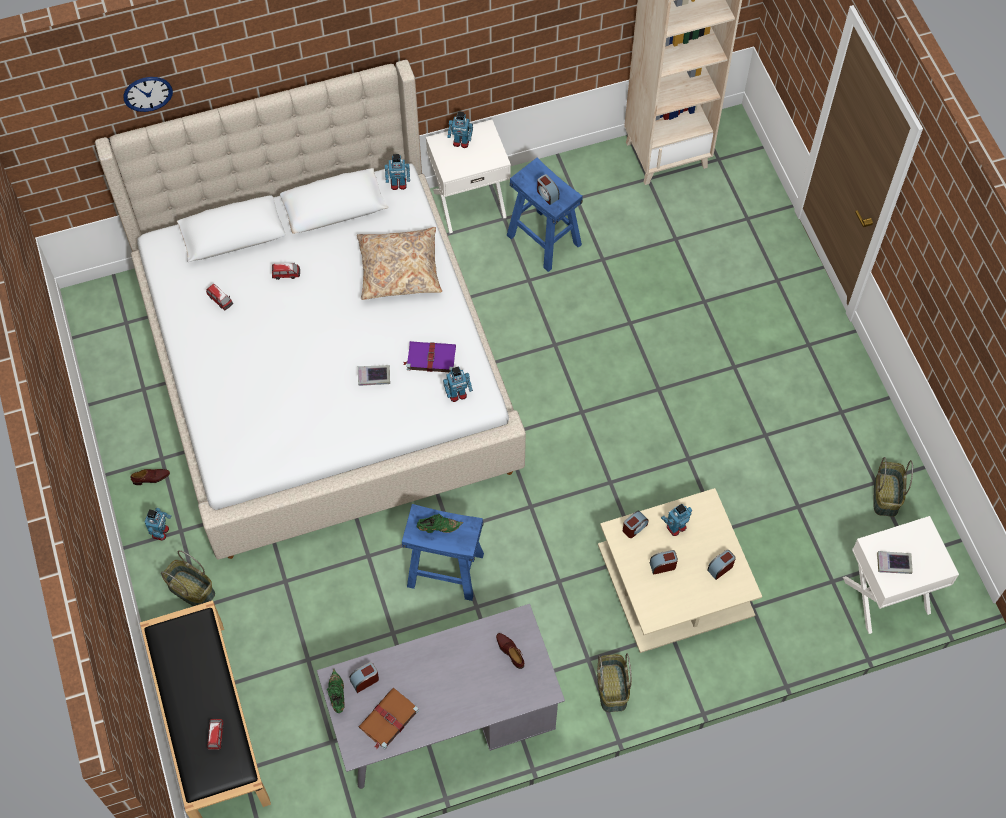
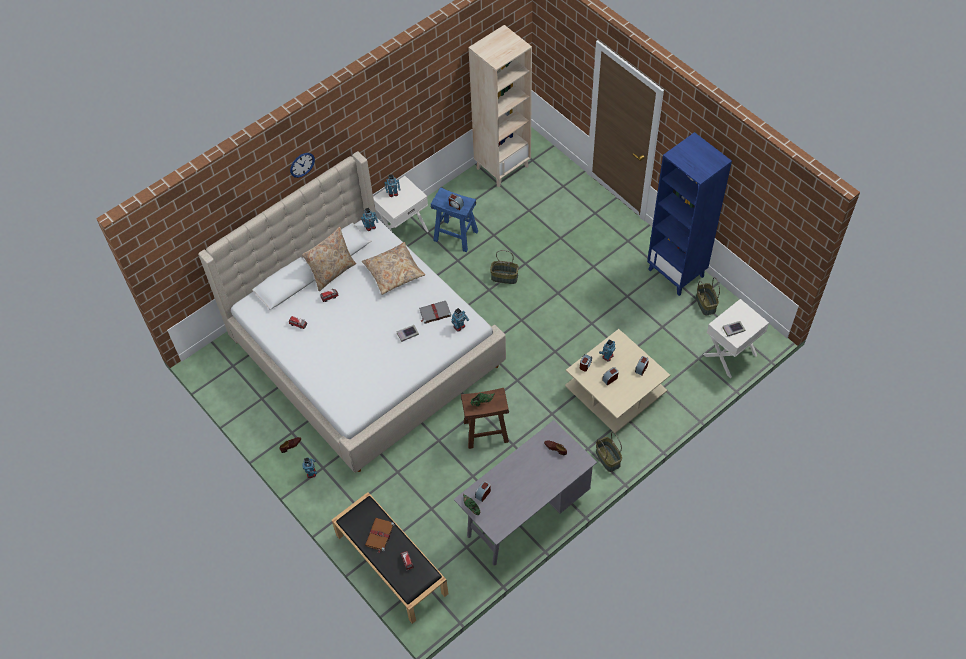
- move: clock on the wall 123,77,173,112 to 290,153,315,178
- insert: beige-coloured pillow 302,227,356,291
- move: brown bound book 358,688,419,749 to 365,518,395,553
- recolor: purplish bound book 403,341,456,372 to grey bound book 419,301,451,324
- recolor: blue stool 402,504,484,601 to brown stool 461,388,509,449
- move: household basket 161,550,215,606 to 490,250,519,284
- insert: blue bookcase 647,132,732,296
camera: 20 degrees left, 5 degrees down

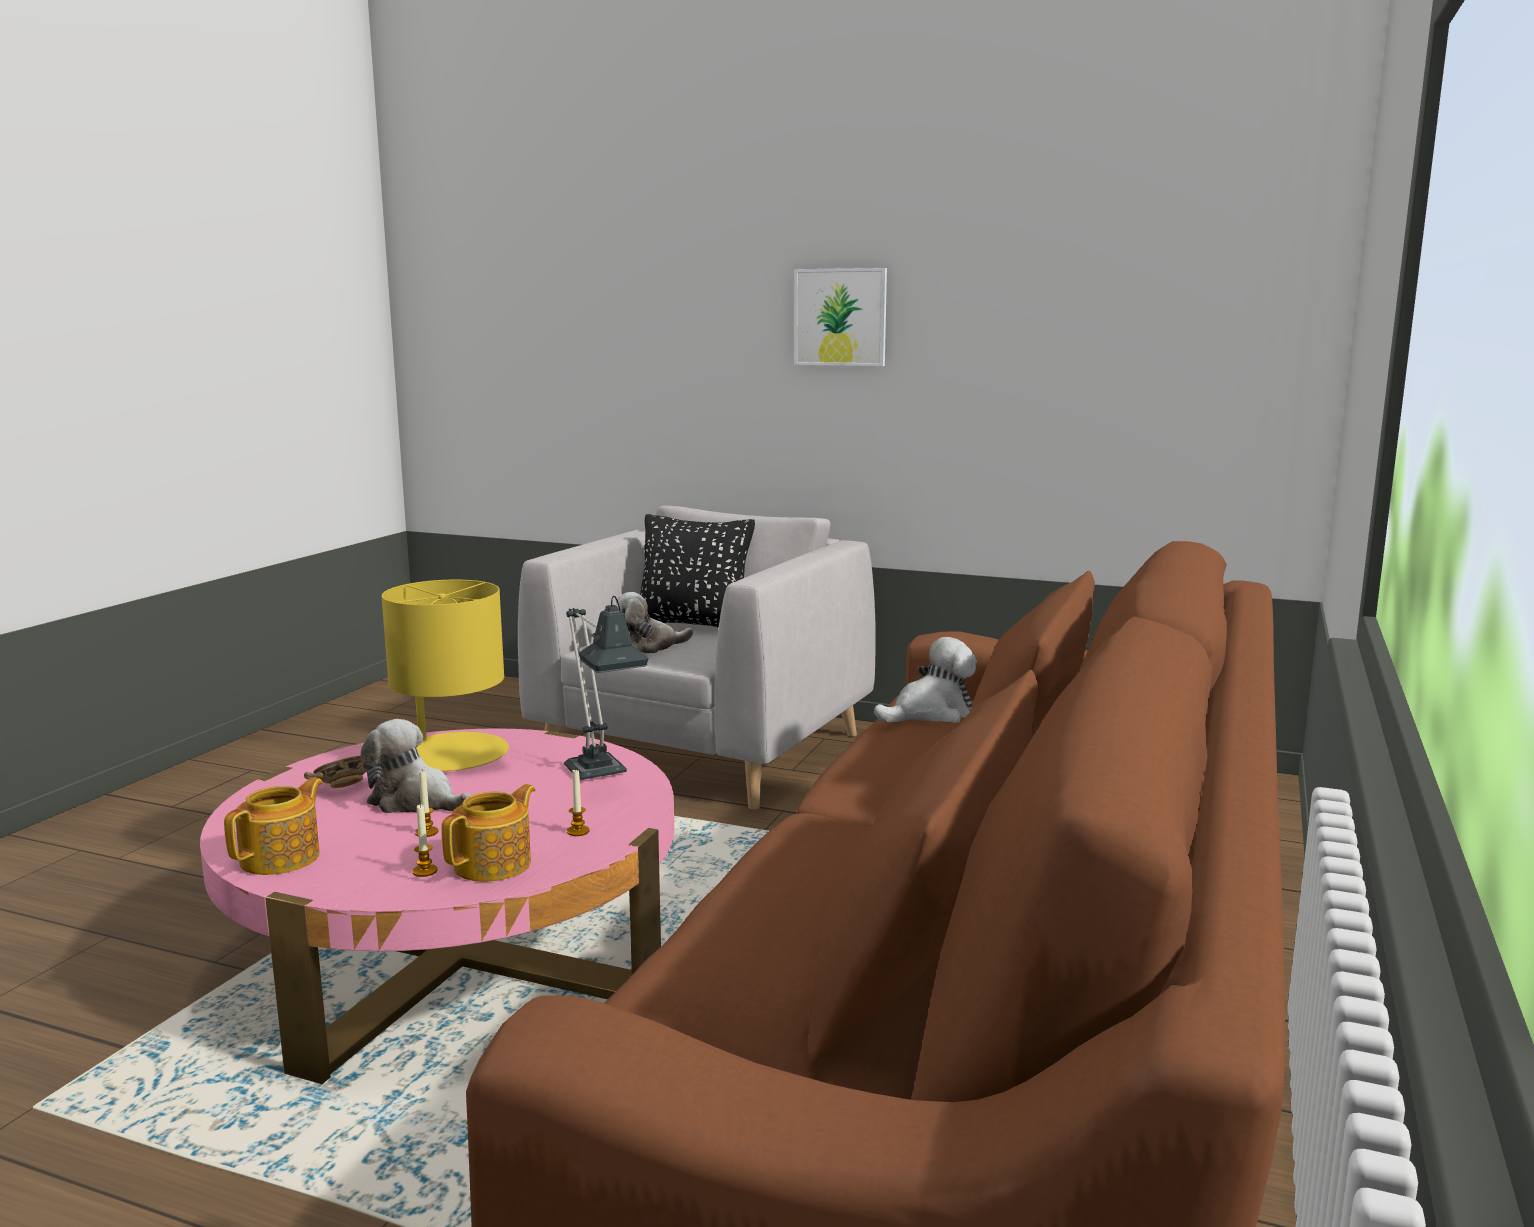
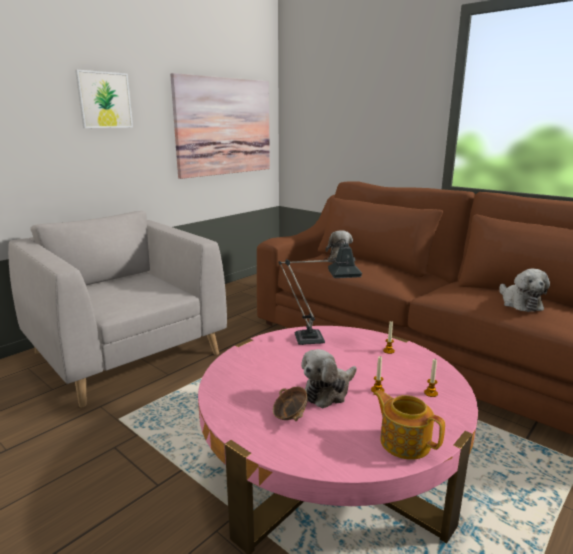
- insert: picture 170,73,270,179
- move: plush toy 616,592,693,653 to 499,269,550,312
- delete: yellowish lamp for a table 382,580,509,771
- delete: teapot 441,784,536,882
- delete: black-coloured pillow 640,514,755,627
camera: 70 degrees left, 5 degrees up

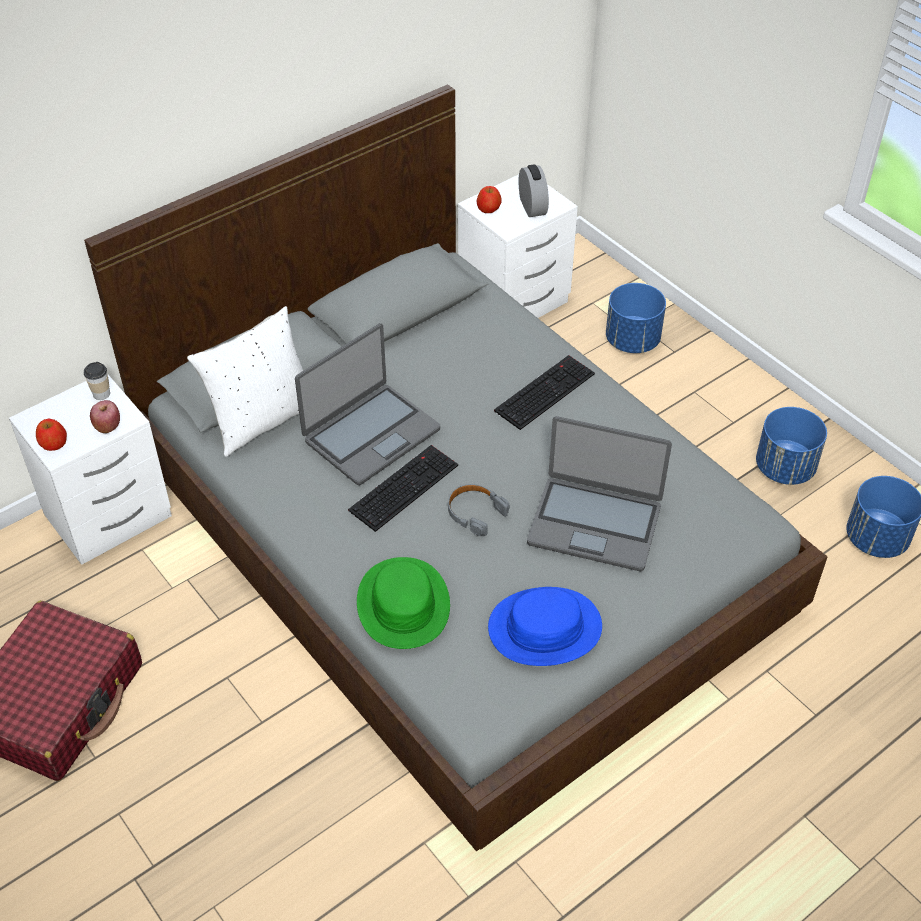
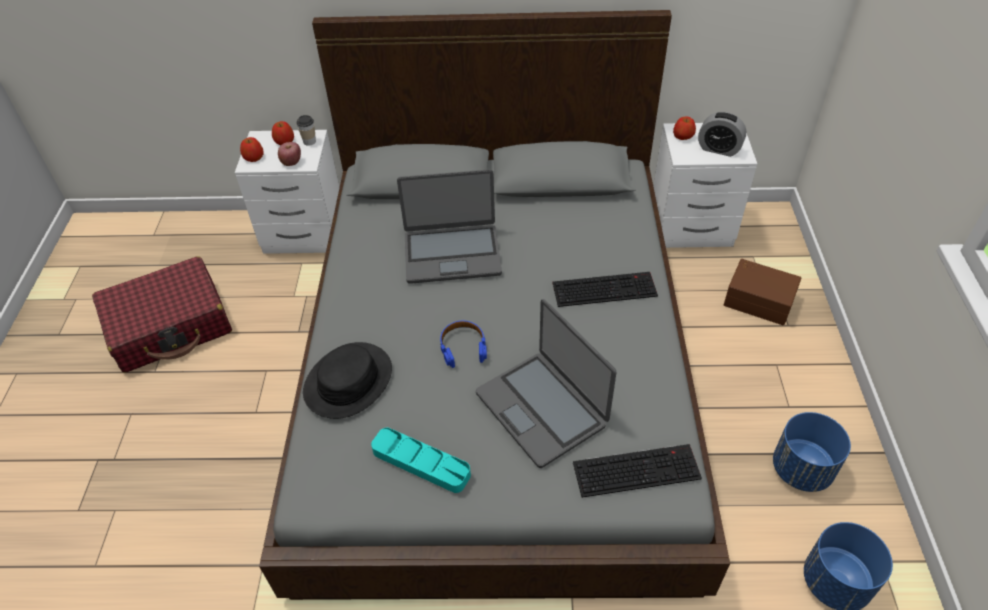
- insert: apple 272,121,294,145
- recolor: greenish clothing hat 357,557,450,649 to black-coloured clothing hat 303,342,392,419
- replace: blue clothing hat 488,587,602,666 to blue-green carrying tray 371,427,471,493
- recolor: grey pair of headphones 448,484,510,536 to blue pair of headphones 440,321,487,368
- move: computer keyboard 348,445,458,532 to 573,444,702,498
- rotate: bedside clock 519,165,549,217 = 698,112,747,157 90 degrees clockwise
- replace: blue plant pot 606,283,666,353 to brown storage container 724,259,801,325
- delete: white-coloured pillow 187,306,303,457
camera: 40 degrees right, 0 degrees up

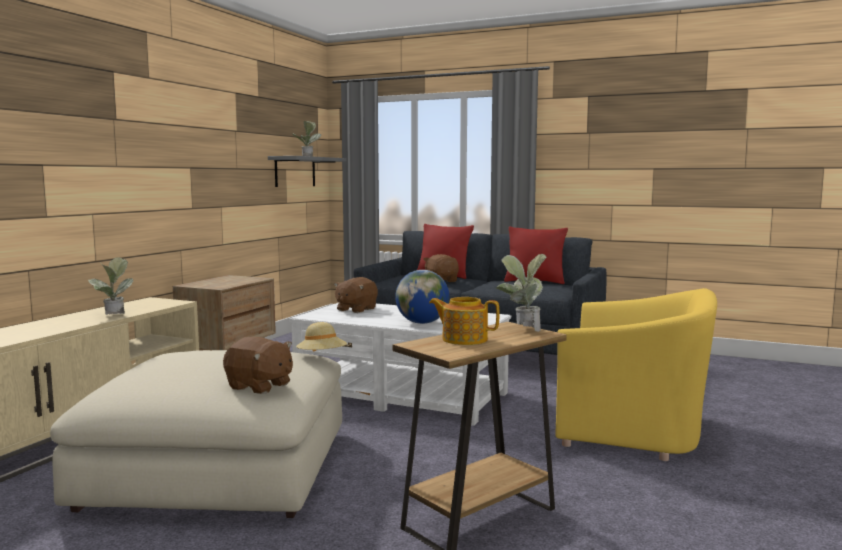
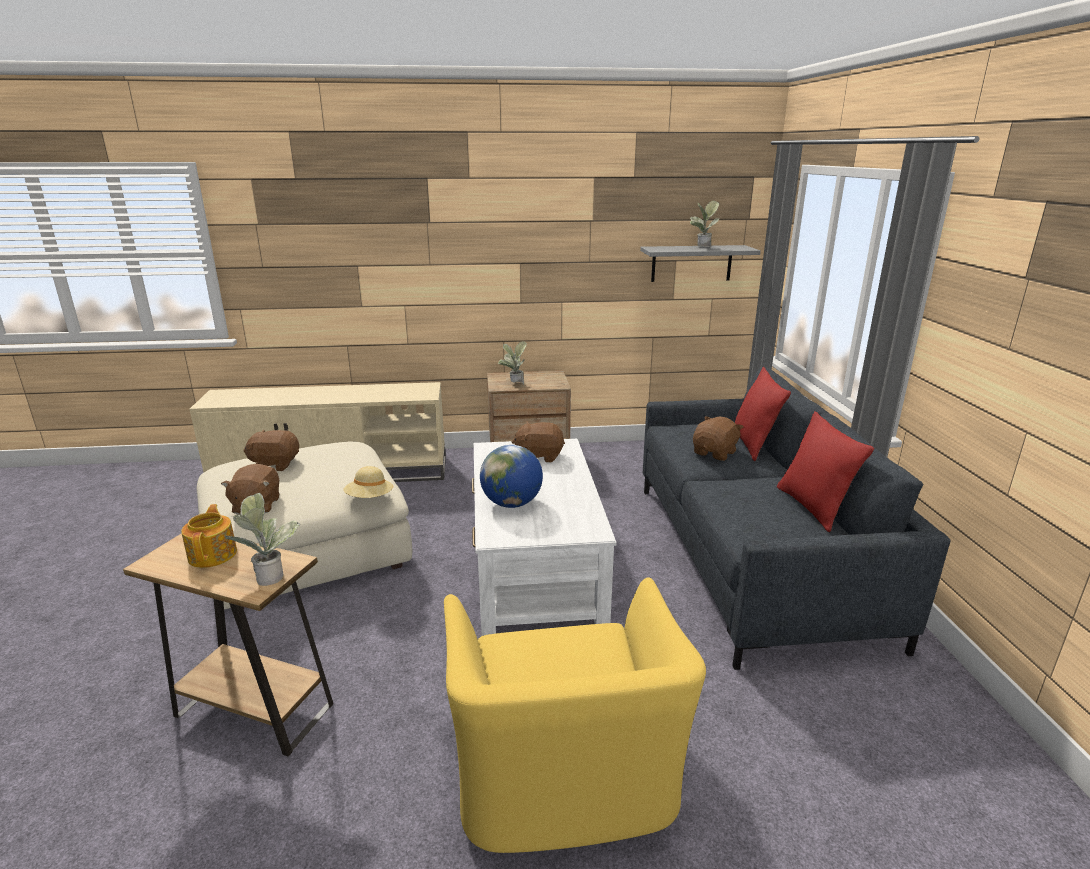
- insert: brown plush toy 243,429,299,471
- move: houseplant 88,257,133,315 to 498,341,527,385
camera: 60 degrees right, 15 degrees up

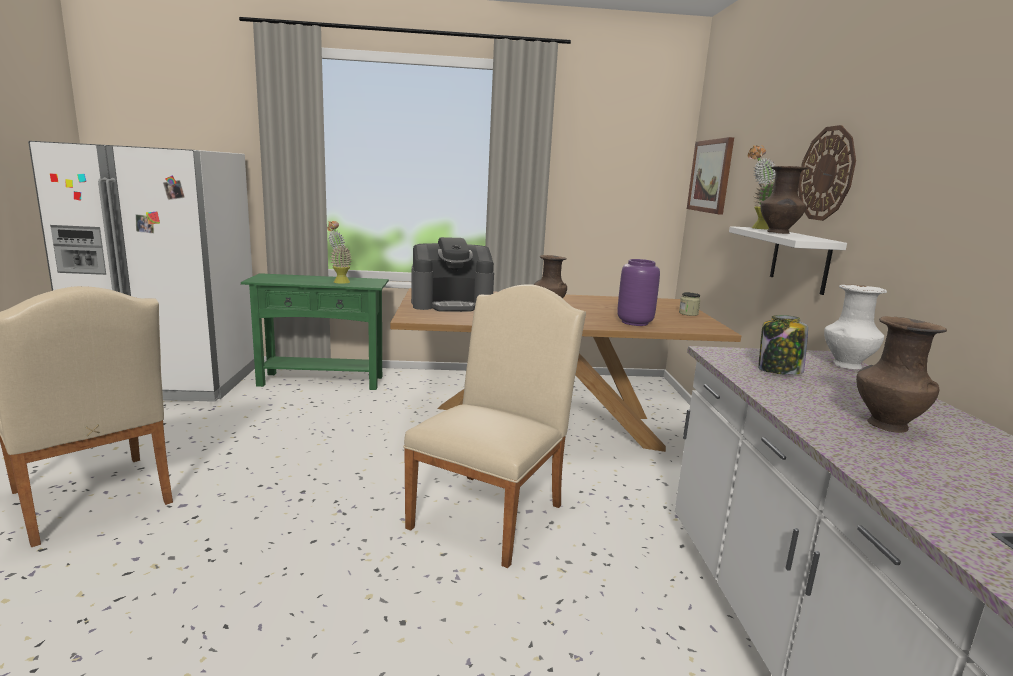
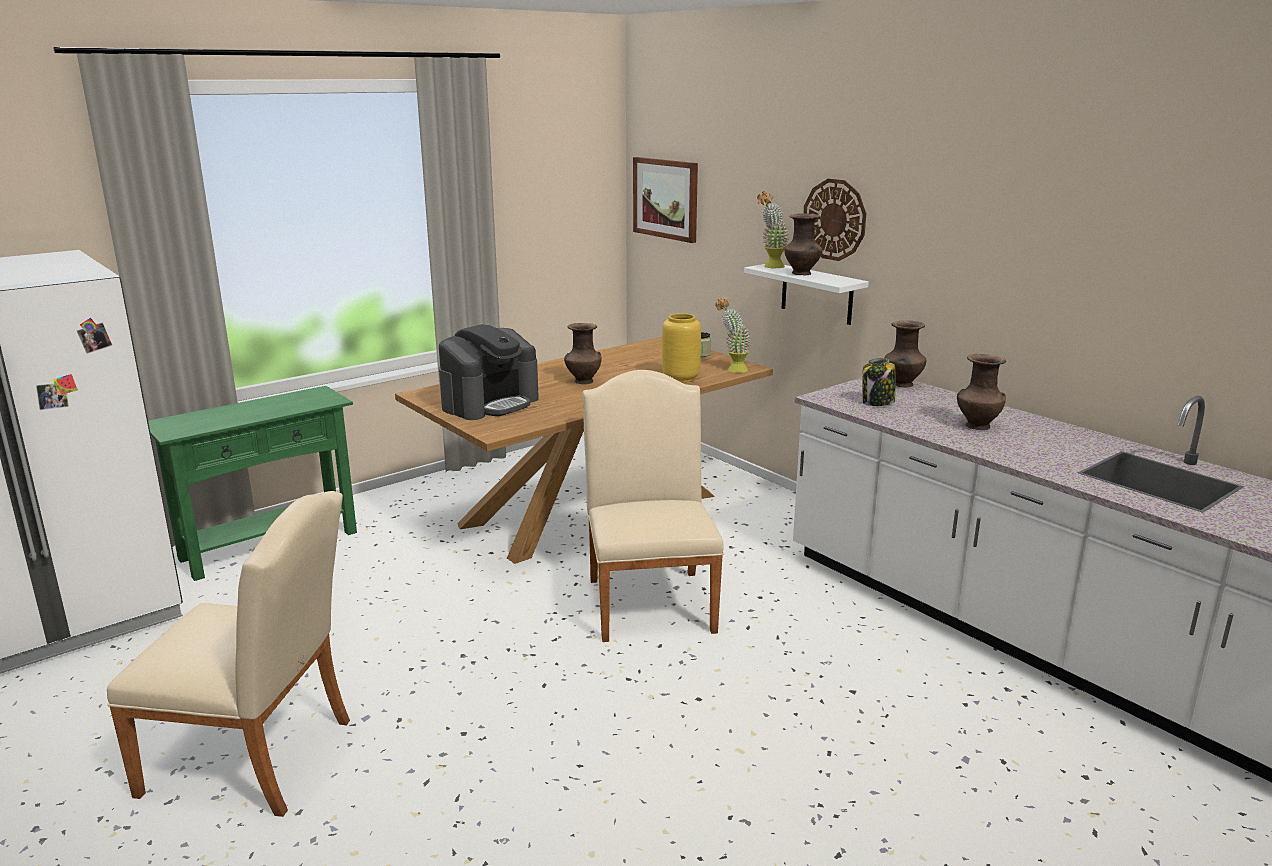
- recolor: purplish vase 617,259,660,326 to yellowish vase 662,313,701,382
- move: houseplant 327,221,352,284 to 715,297,751,373
- recolor: white-coloured vase 824,285,887,370 to brown vase 885,321,926,387
camera: 35 degrees left, 5 degrees up

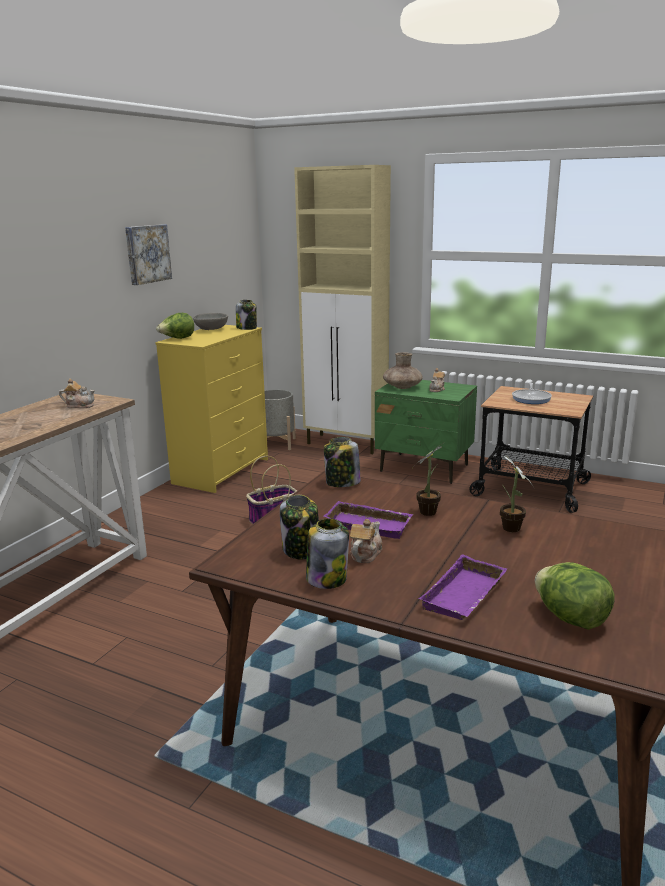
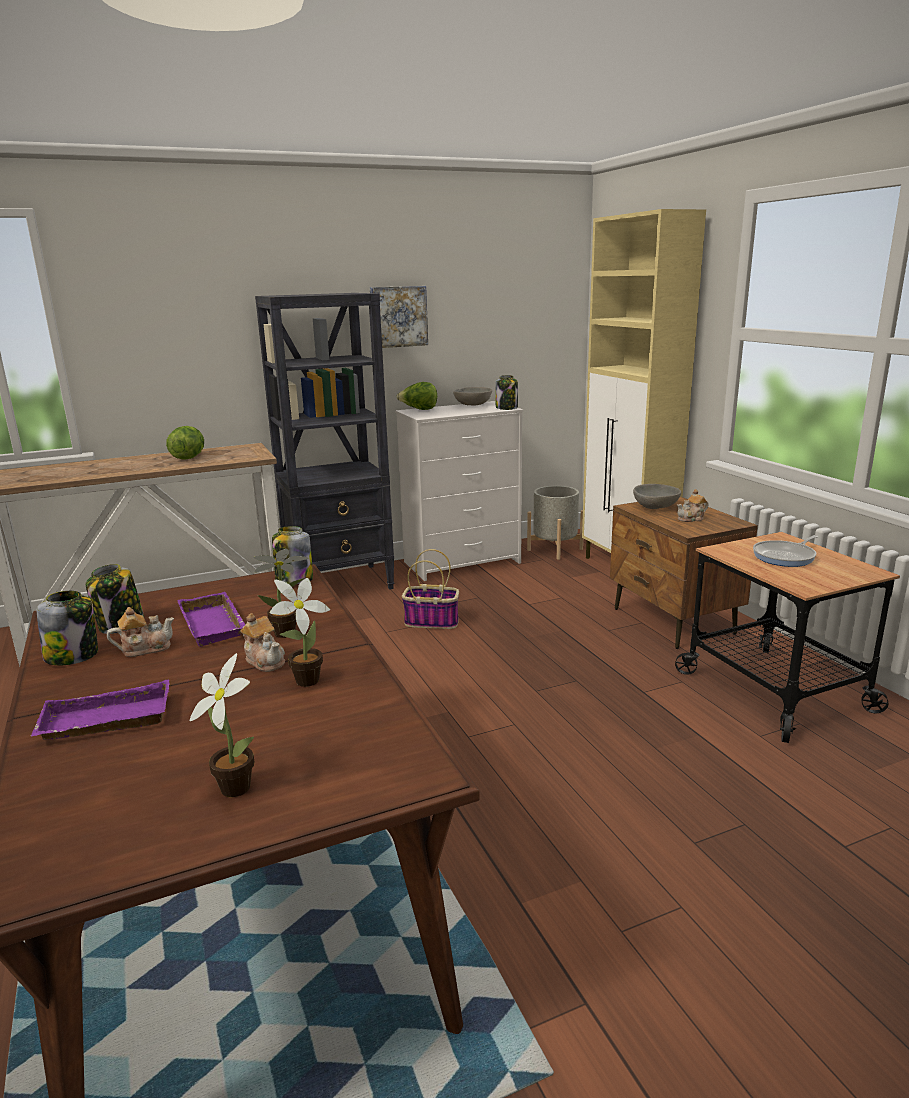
- move: lettuce 535,562,615,630 to 166,426,204,460
- insert: houseplant 190,653,254,797
- move: teapot 59,378,95,408 to 240,613,285,672
- insert: black-coloured bookcase 255,293,395,590
- recolor: yellowish drawer chest 155,325,268,493 to white-coloured drawer chest 395,401,523,581
- recolor: greenish nightstand 375,380,477,484 to brown nightstand 610,497,758,649
- replace: brown vase 383,352,423,389 to grey bowl 633,484,681,509
camera: 40 degrees right, 0 degrees up

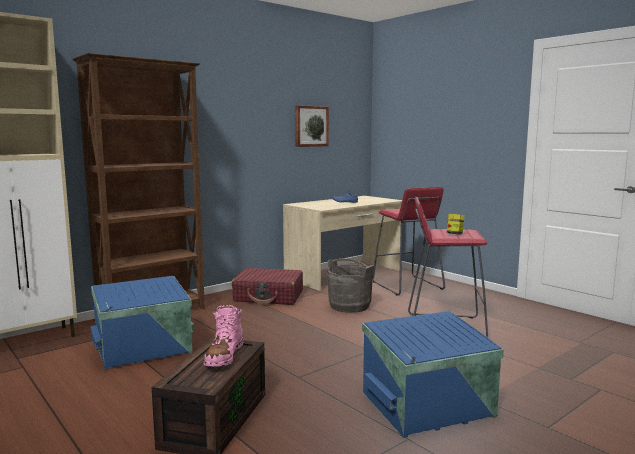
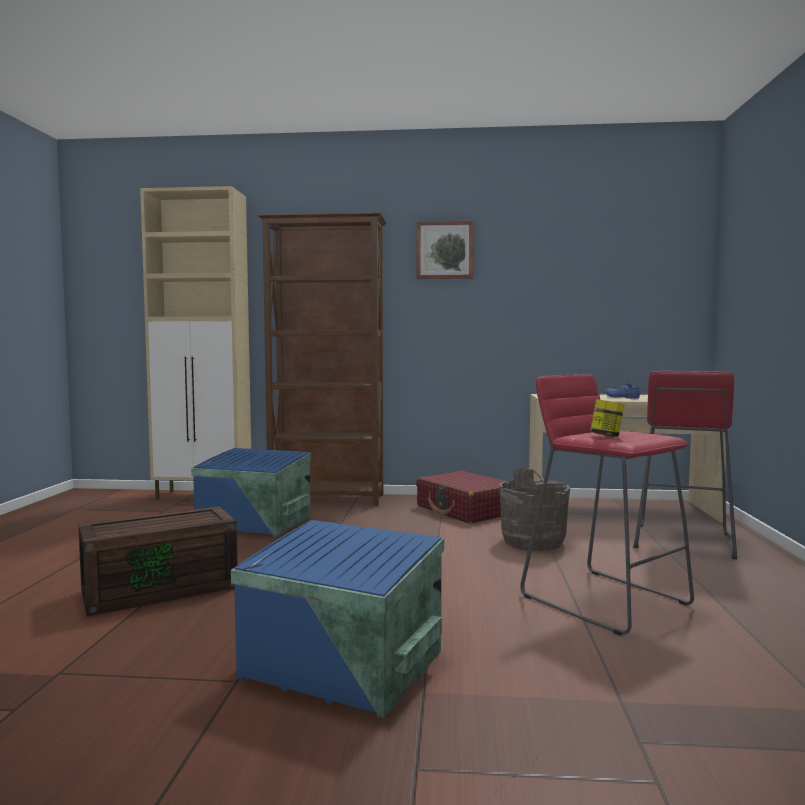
- move: picture 295,105,329,147 to 416,221,473,279
- delete: pink tall boot 204,305,243,366
camera: 45 degrees right, 5 degrees down

